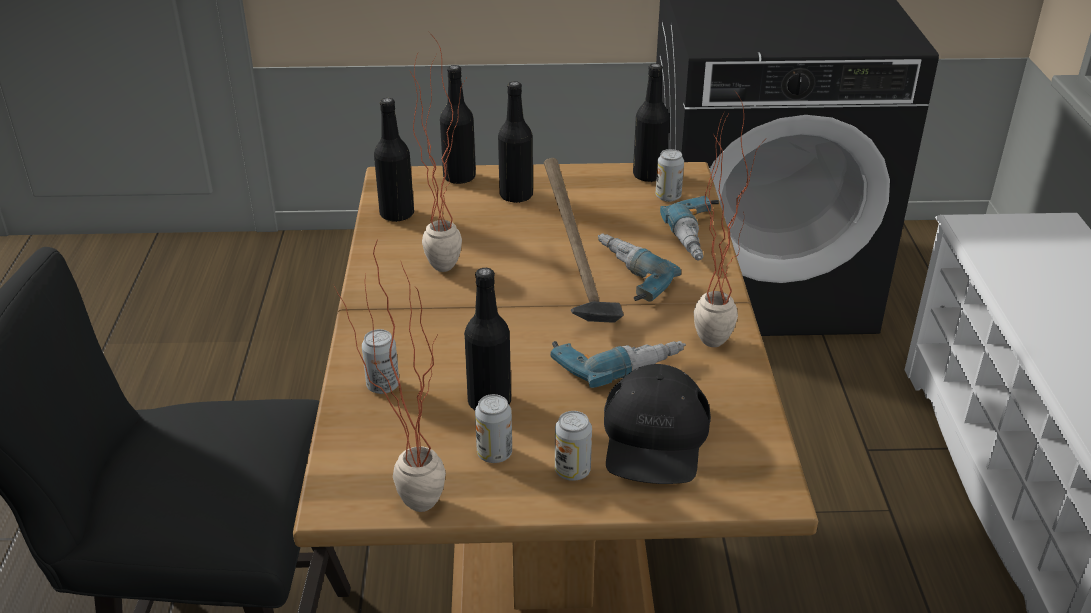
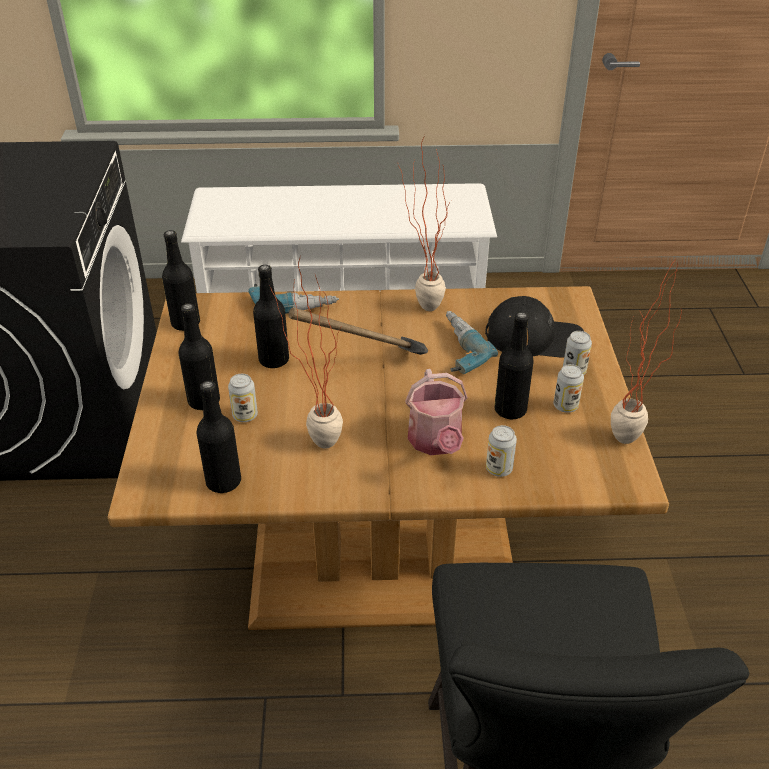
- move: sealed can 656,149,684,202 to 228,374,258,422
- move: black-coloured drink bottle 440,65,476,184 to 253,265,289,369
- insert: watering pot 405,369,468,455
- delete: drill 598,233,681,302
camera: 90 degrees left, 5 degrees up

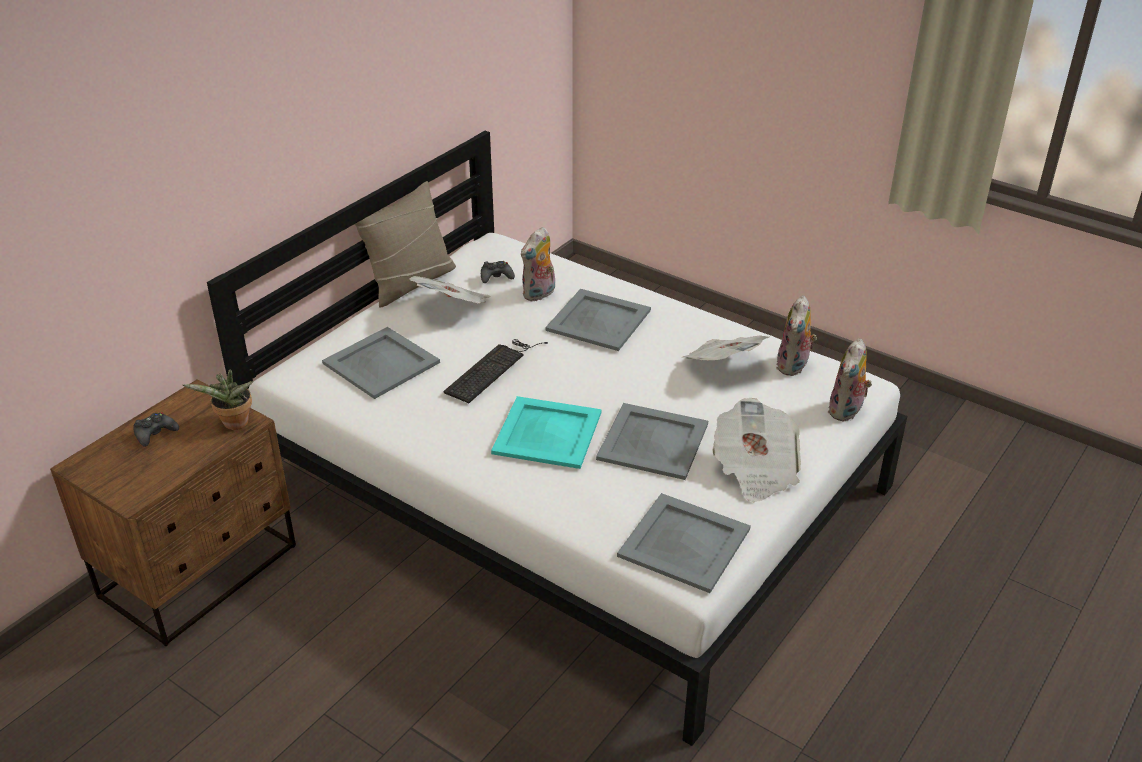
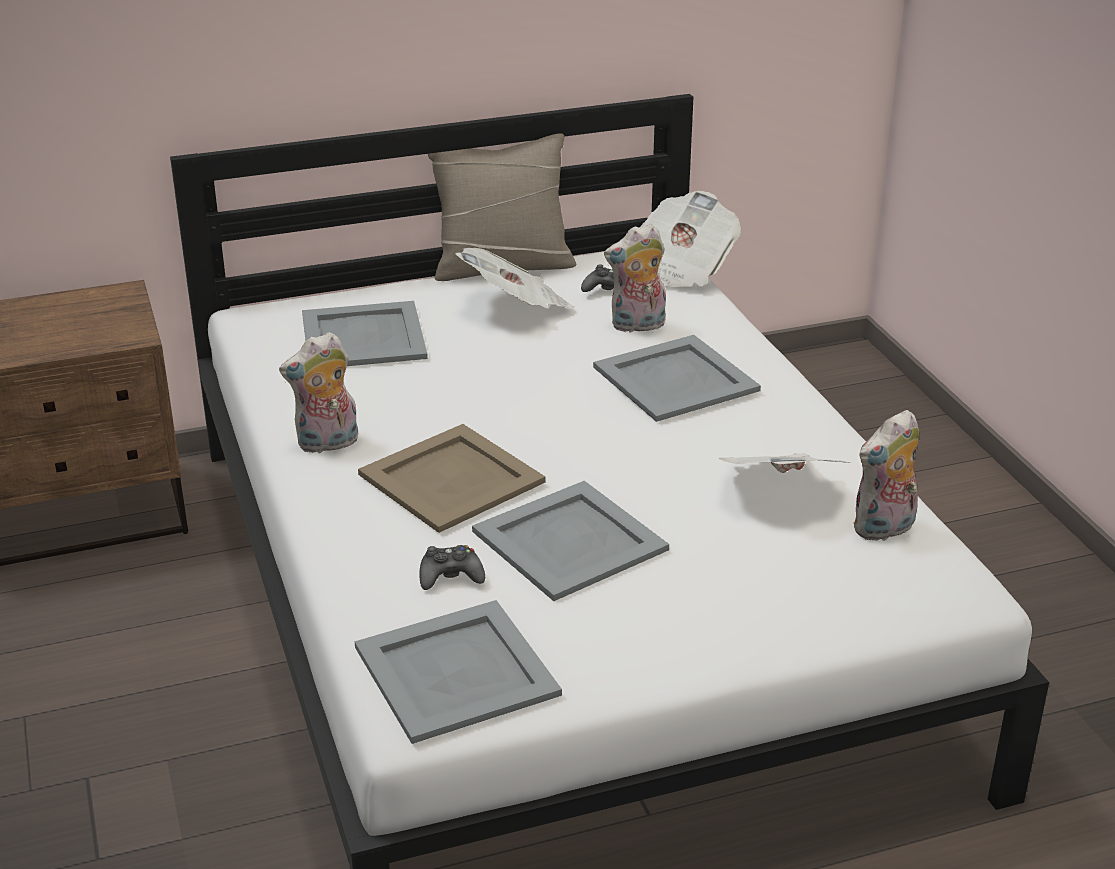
- move: plush toy 827,338,872,422 to 279,332,358,454
- recolor: blue-green carrying tray 491,396,601,469 to beige-coloured carrying tray 358,424,546,533
- move: black-coloured joypad 134,412,179,447 to 419,545,485,590
- move: newspaper 712,398,801,502 to 639,191,741,287
- delete: houseplant 183,370,254,430
- delete: computer keyboard 444,339,548,403
camera: 35 degrees right, 5 degrees down

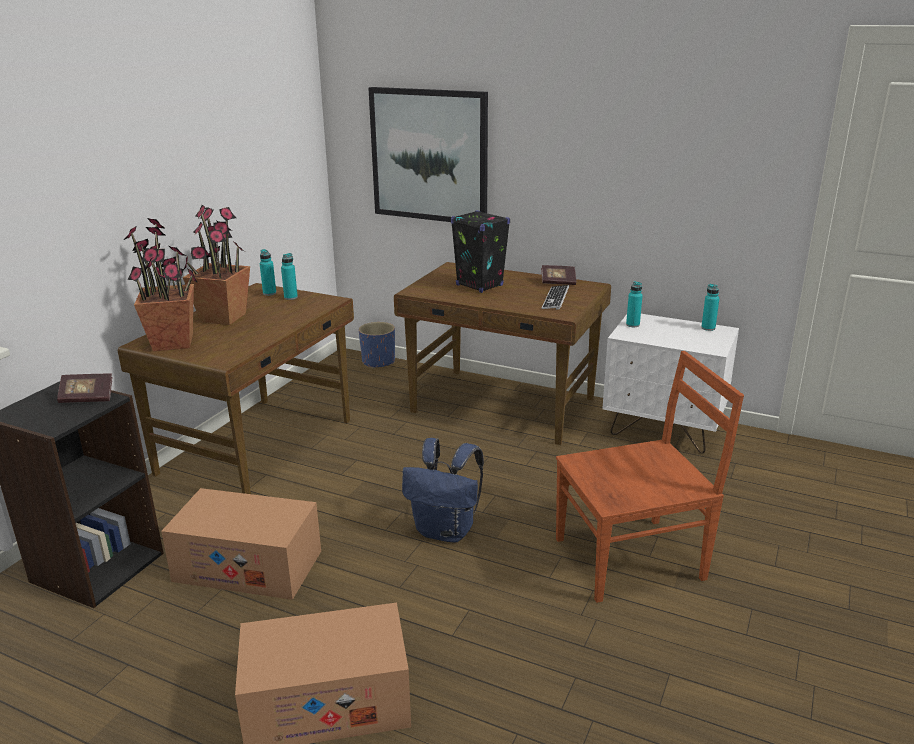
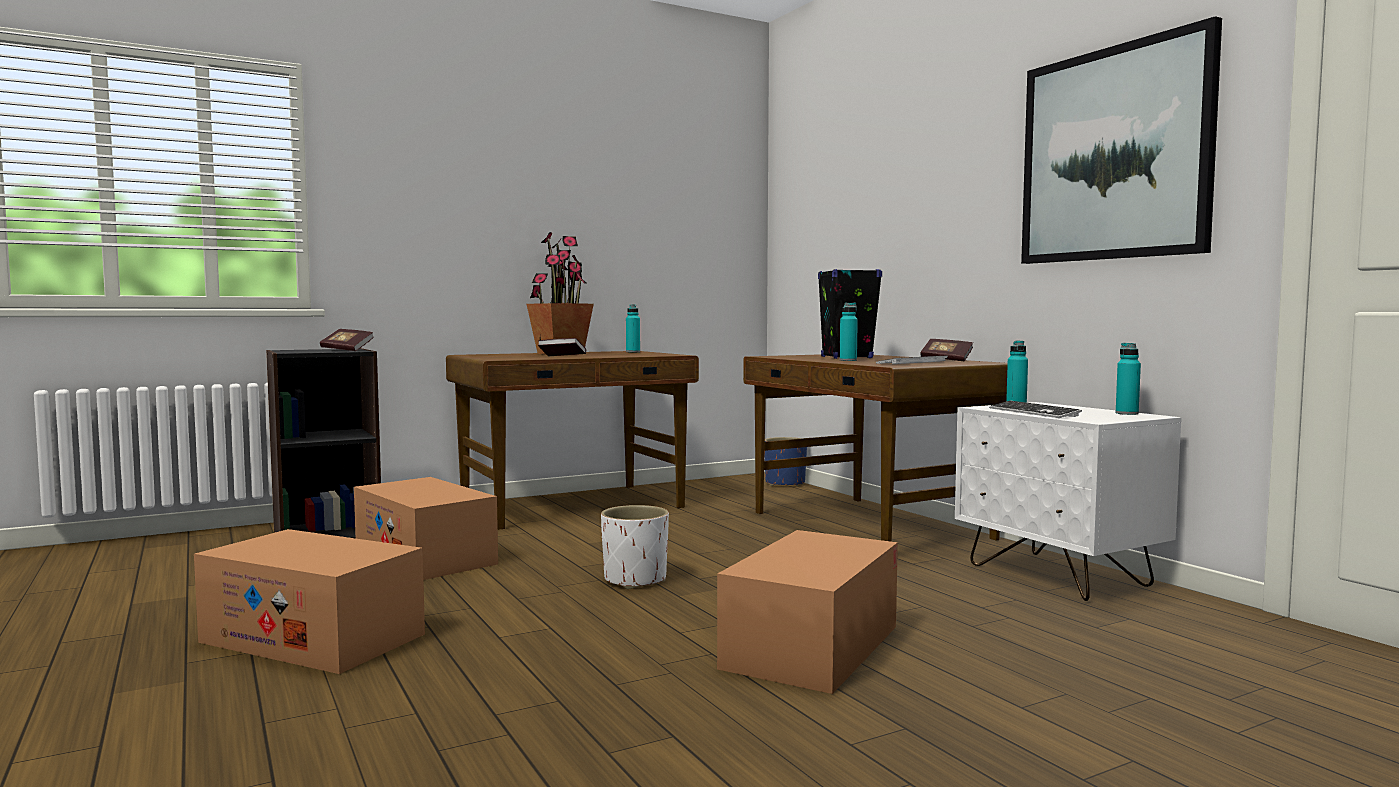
- insert: bound book 538,338,586,356
- replace: blue backpack 402,438,484,543 to white-coloured plant pot 601,505,669,589
- replace: brown upright chair 556,351,744,603 to carton 717,530,898,694
- move: blue-green drink bottle 281,253,298,300 to 840,302,858,361
- insert: computer keyboard 989,401,1082,418
- move: picture 368,87,488,222 to 1021,16,1222,264
- delete: houseplant 124,218,198,351
camera: 35 degrees right, 20 degrees down

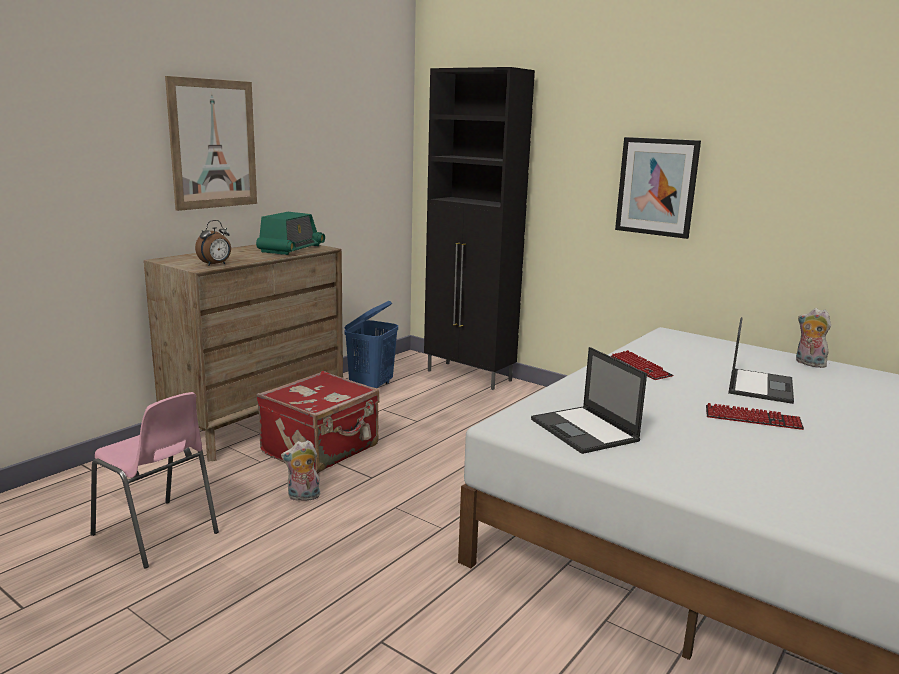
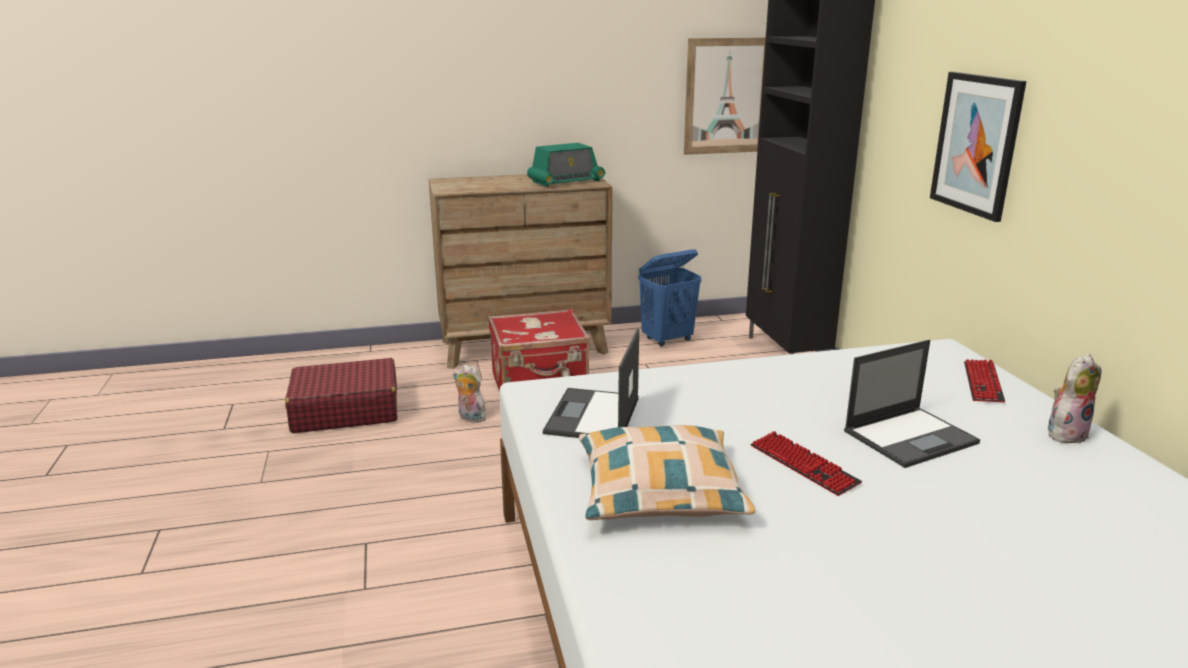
- replace: pink upright chair 91,392,219,569 to reddish piece of luggage 285,358,398,433
- insert: pillow 579,425,755,520
- move: picture 165,76,257,211 to 684,37,766,155
- move: computer keyboard 611,350,674,380 to 964,359,1005,402
- rotate: plush toy 796,308,831,368 = 1048,354,1101,443 60 degrees clockwise
- delete: bedside clock 195,220,231,266
camera: 40 degrees right, 5 degrees up

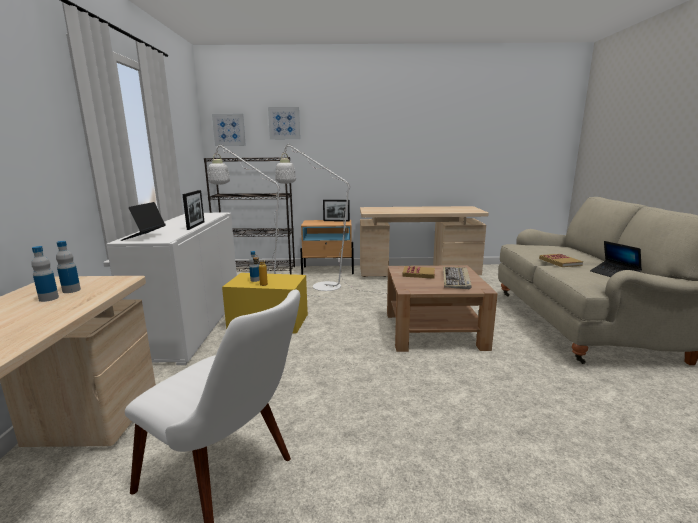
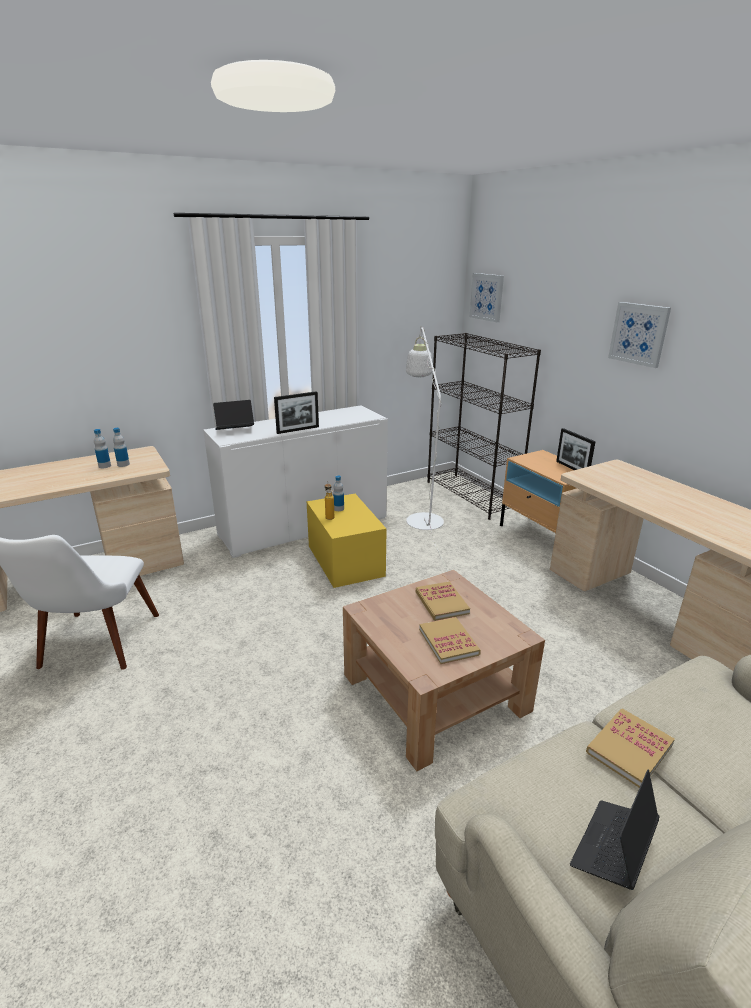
- replace: computer keyboard 443,267,472,289 to bound book 419,617,481,664
- move: picture 268,107,300,139 to 608,302,671,368
- delete: white-coloured floor lamp 275,144,387,294
camera: 60 degrees right, 10 degrees up

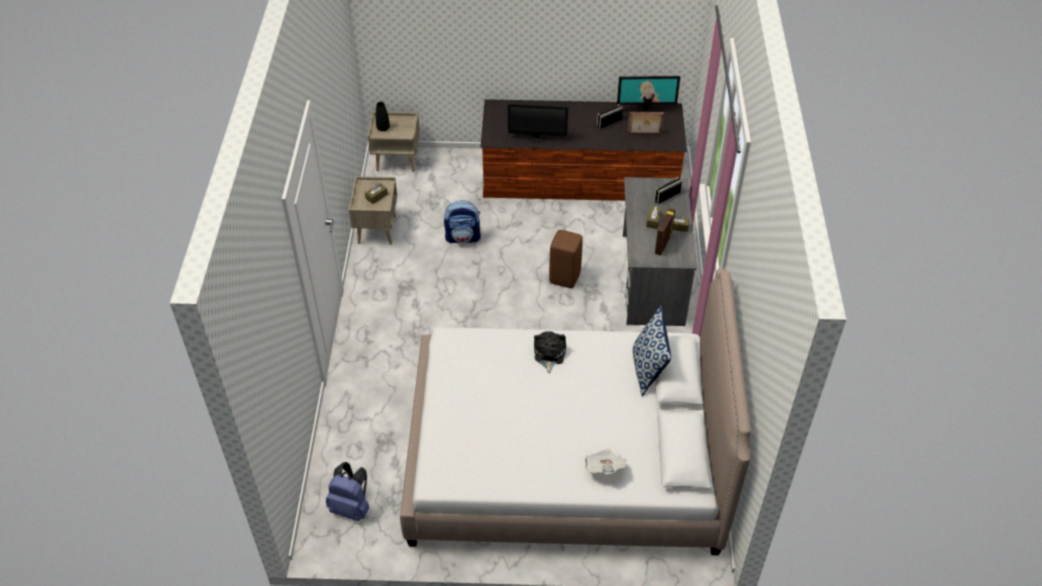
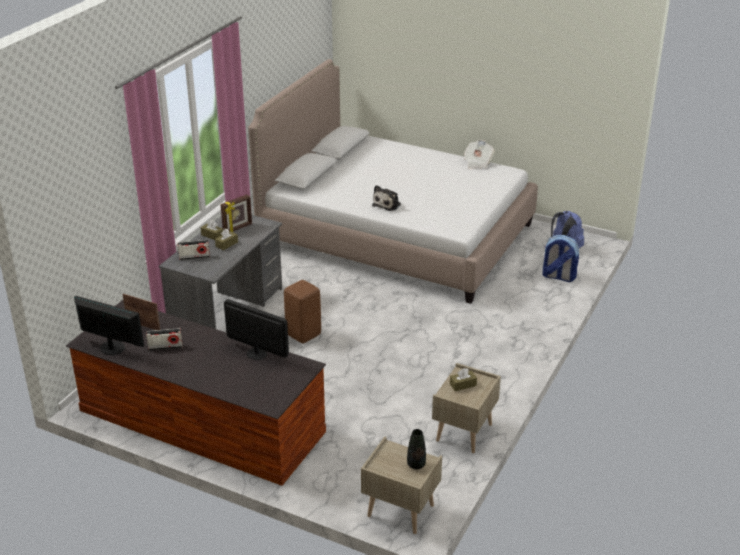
- move: newspaper 584,449,627,474 to 464,140,495,169
- move: backpack 444,200,481,243 to 542,235,579,282
- delete: pillow 633,306,672,397
camera: 155 degrees left, 15 degrees down

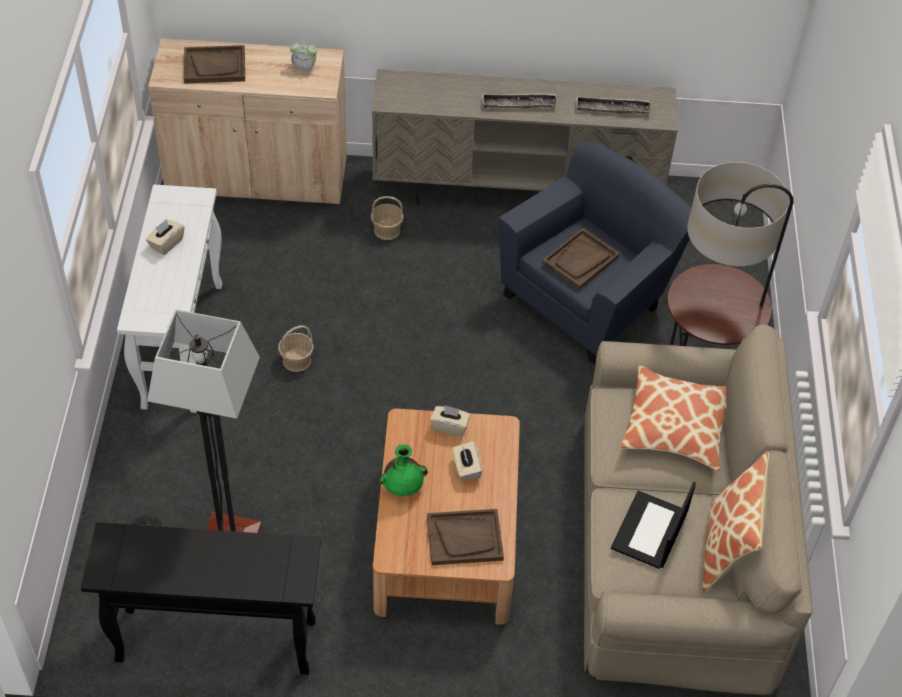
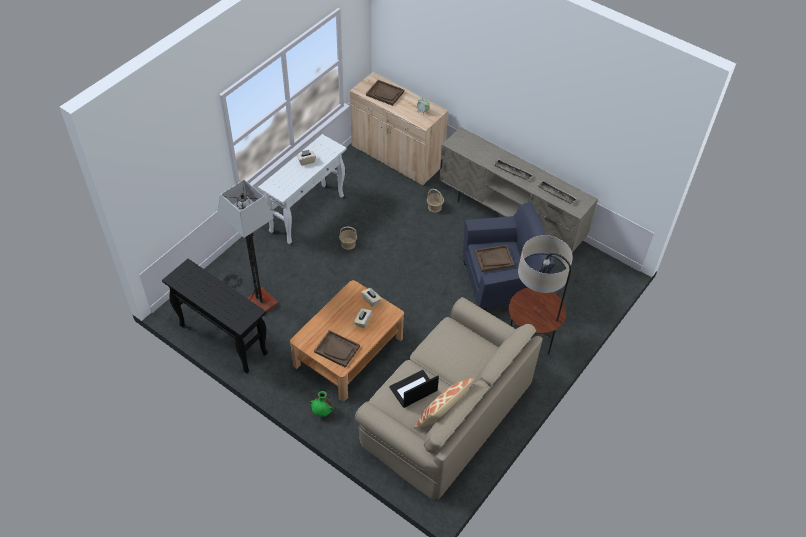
- move: greenish vase 379,444,428,496 to 310,391,334,417
- delete: pillow 620,365,727,471
camera: 35 degrees right, 0 degrees up

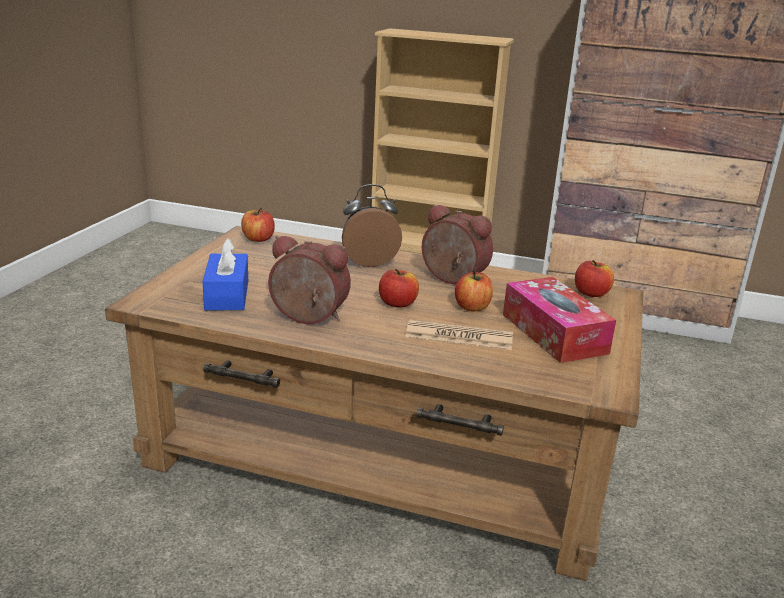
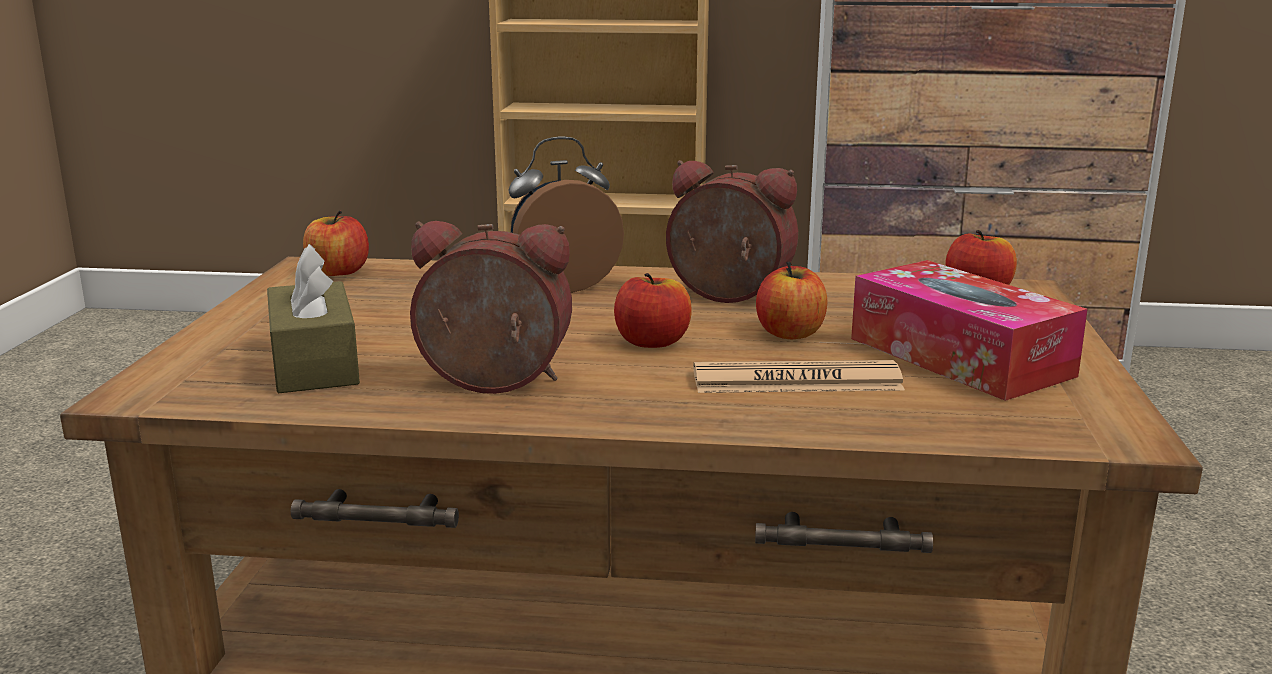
- recolor: blue tissue box 202,238,248,310 to brown tissue box 267,244,360,393
camera: 10 degrees left, 5 degrees down

